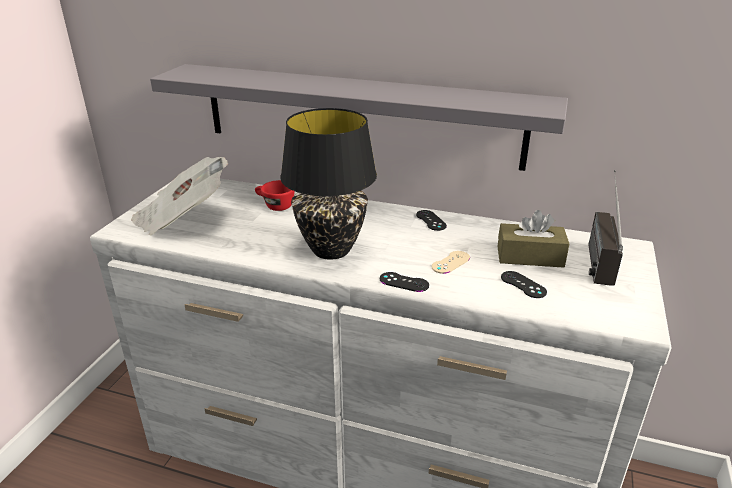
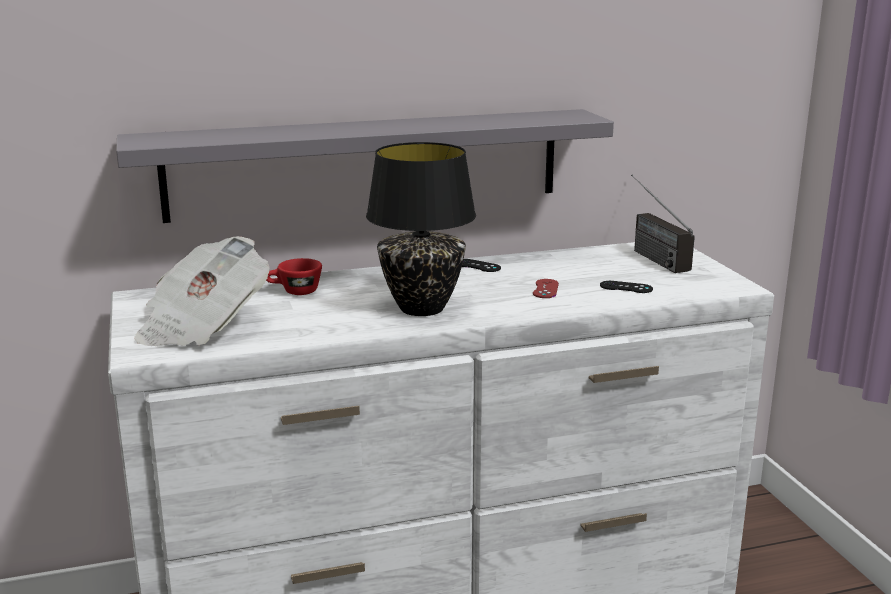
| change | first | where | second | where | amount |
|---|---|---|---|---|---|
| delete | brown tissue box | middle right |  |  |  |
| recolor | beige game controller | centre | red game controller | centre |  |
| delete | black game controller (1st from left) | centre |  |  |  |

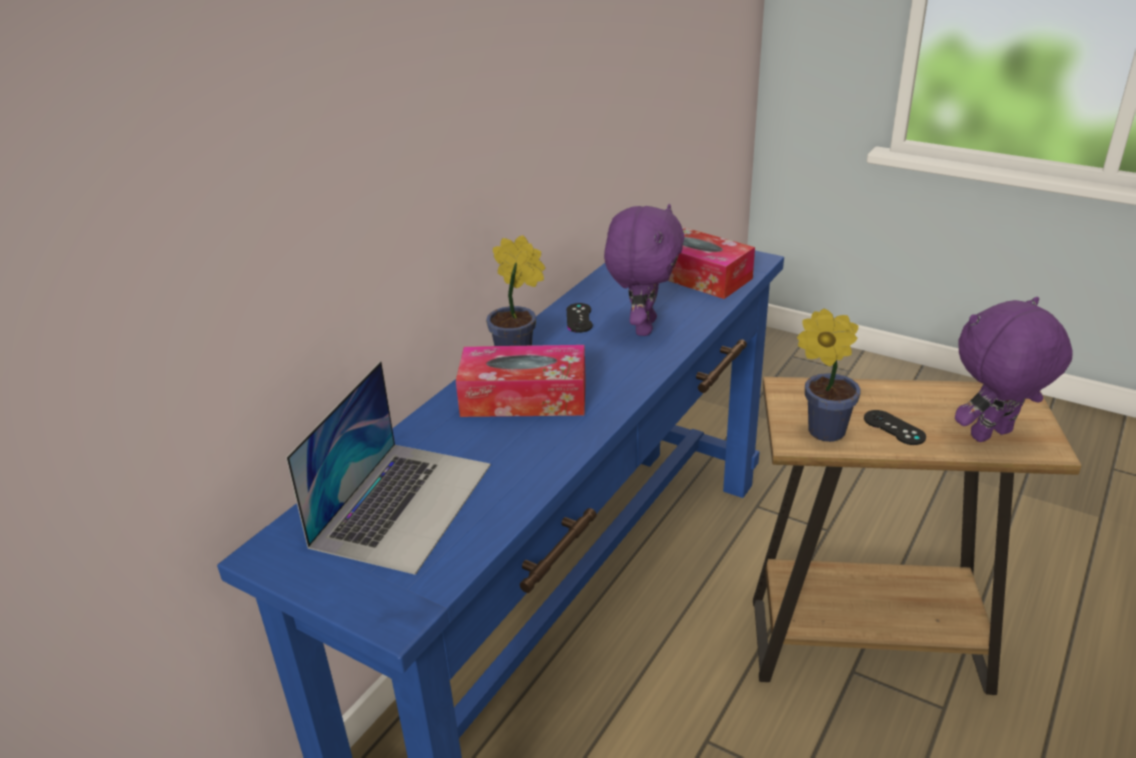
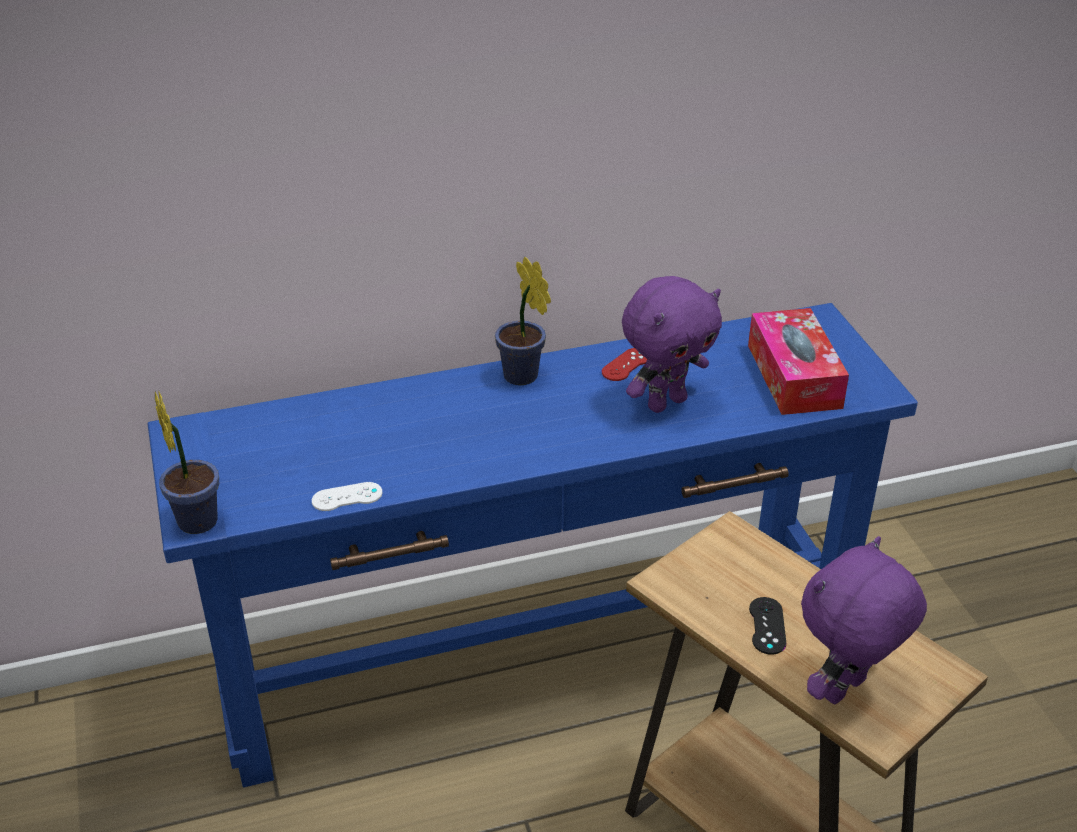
| change | first | where | second | where | amount |
|---|---|---|---|---|---|
| rotate | purple plush toy (2nd from left) | middle right |  | bottom right | 60 degrees counterclockwise |
| recolor | black game controller (1st from left) | centre | red game controller | centre |  |
| move | potted plant (2nd from left in the first image) | middle right | potted plant (1st from left) | middle left |  |
| delete | tissue box (1st from left) | centre |  |  |  |
| delete | laptop | centre |  |  |  |
| insert |  |  | white game controller | middle left |  |

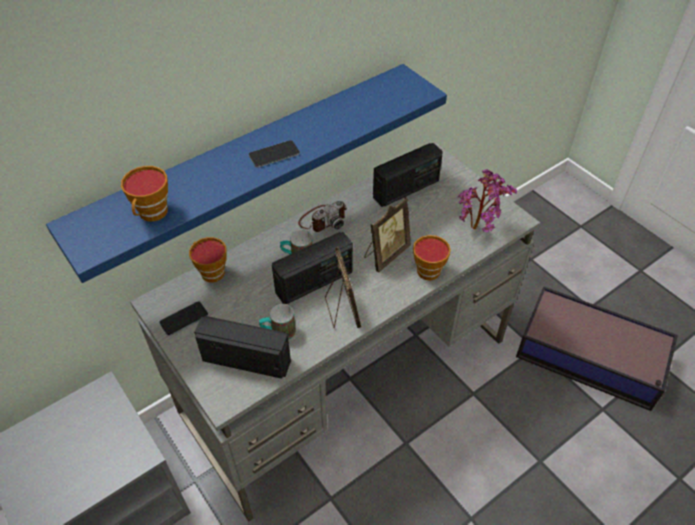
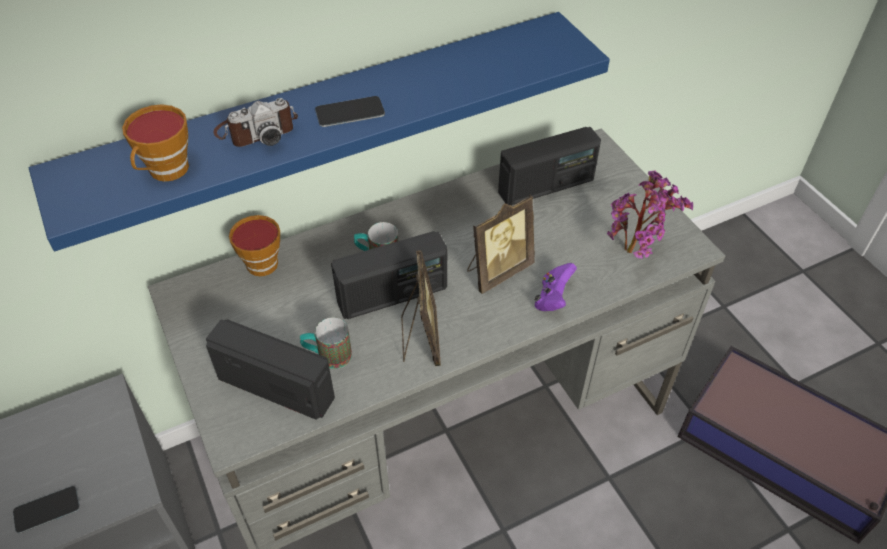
| change | first | where | second | where | amount |
|---|---|---|---|---|---|
| move | photo camera | centre |  | top left |  |
| replace | cup (3rd from left) | centre | purple game controller | centre |  |
| move | phone (1st from left) | middle left |  | bottom left |  |

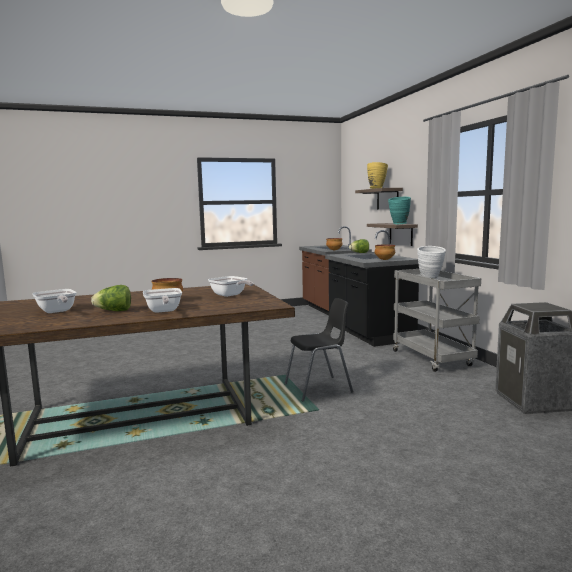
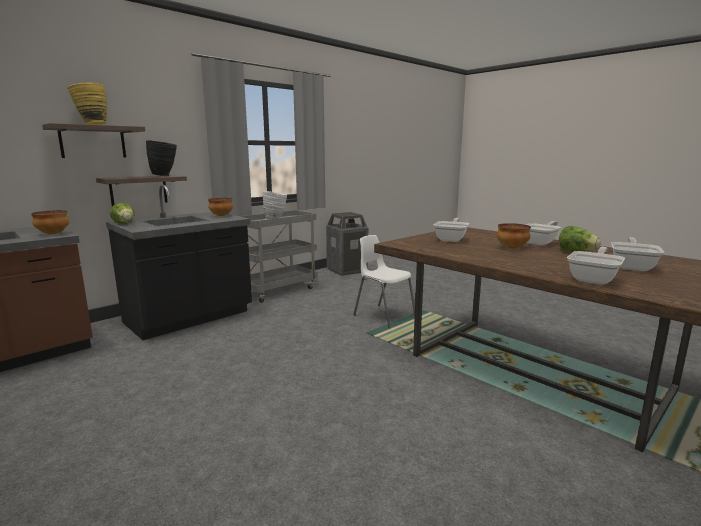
| change | first | where | second | where | amount |
|---|---|---|---|---|---|
| recolor | turquoise vase | middle right | black vase | top left |  |
| recolor | black chair | centre | white chair | centre |  |
| insert |  |  | frying pan (3rd from left) | middle right |  |

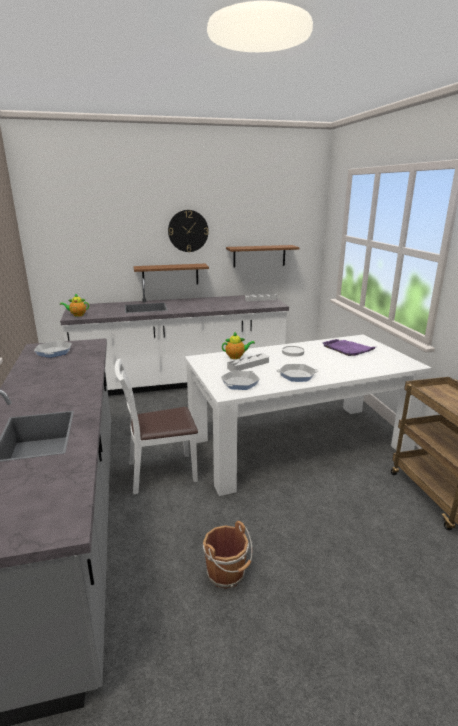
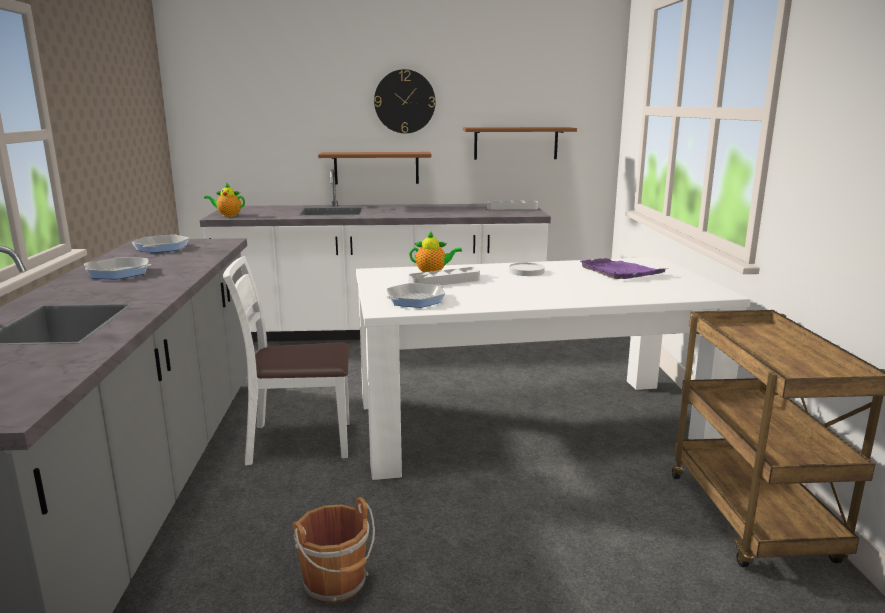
| change | first | where | second | where | amount |
|---|---|---|---|---|---|
| move | frying pan (3rd from left in the first image) | centre | frying pan (1st from left) | middle left |  |

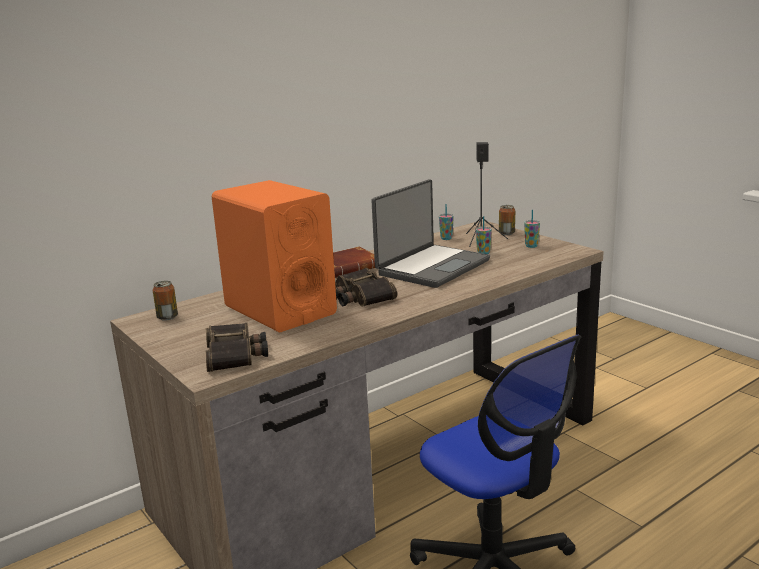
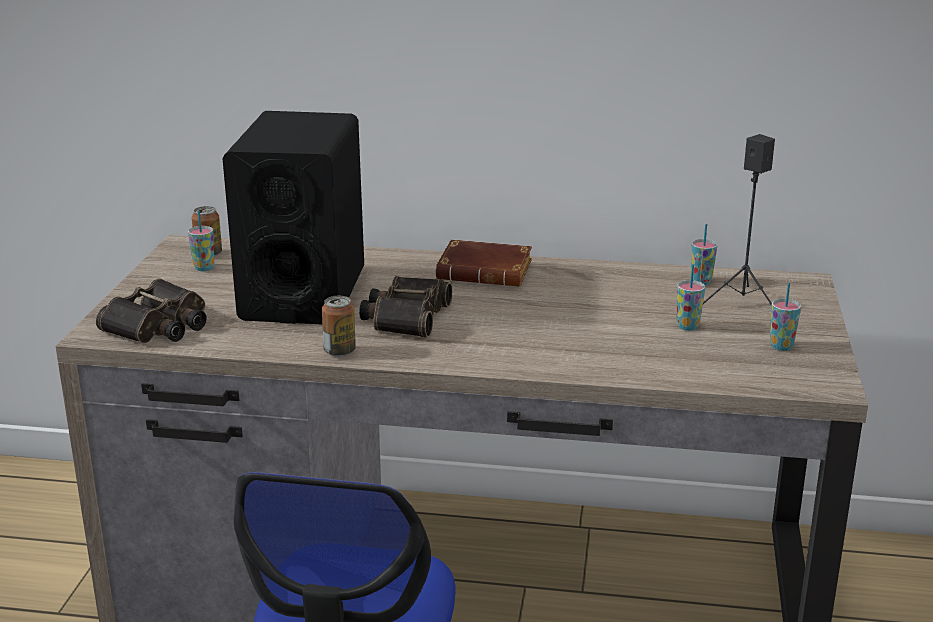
| change | first | where | second | where | amount |
|---|---|---|---|---|---|
| delete | laptop | centre |  |  |  |
| recolor | orange speaker | centre | black speaker (1st from left) | middle left |  |
| move | can (2nd from left) | middle right |  | centre |  |
| insert |  |  | cup (1st from left) | middle left |  |

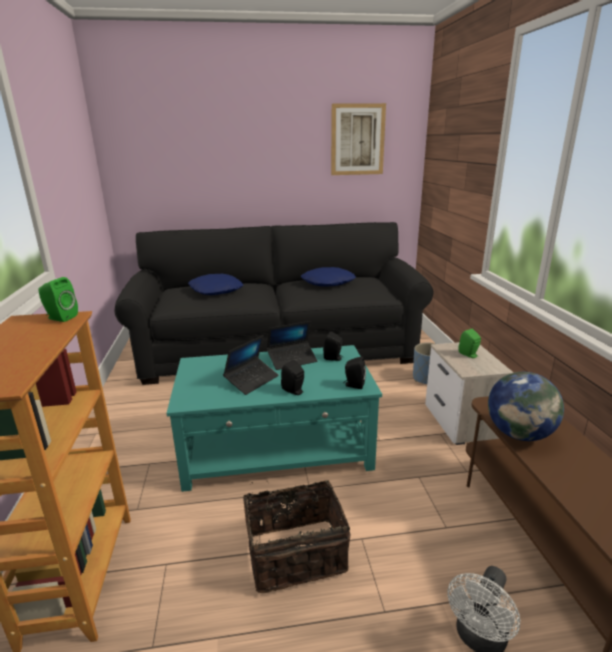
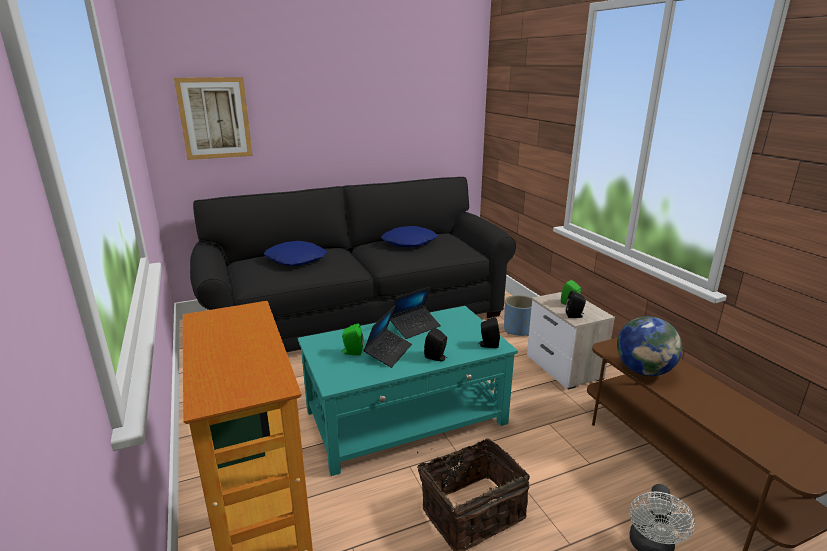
| change | first | where | second | where | amount |
|---|---|---|---|---|---|
| move | picture | top centre |  | top left |  |
| move | green speaker (1st from left) | middle left |  | centre |  |
| move | black speaker (2nd from left in the first image) | centre | black speaker (3rd from left) | middle right |  |

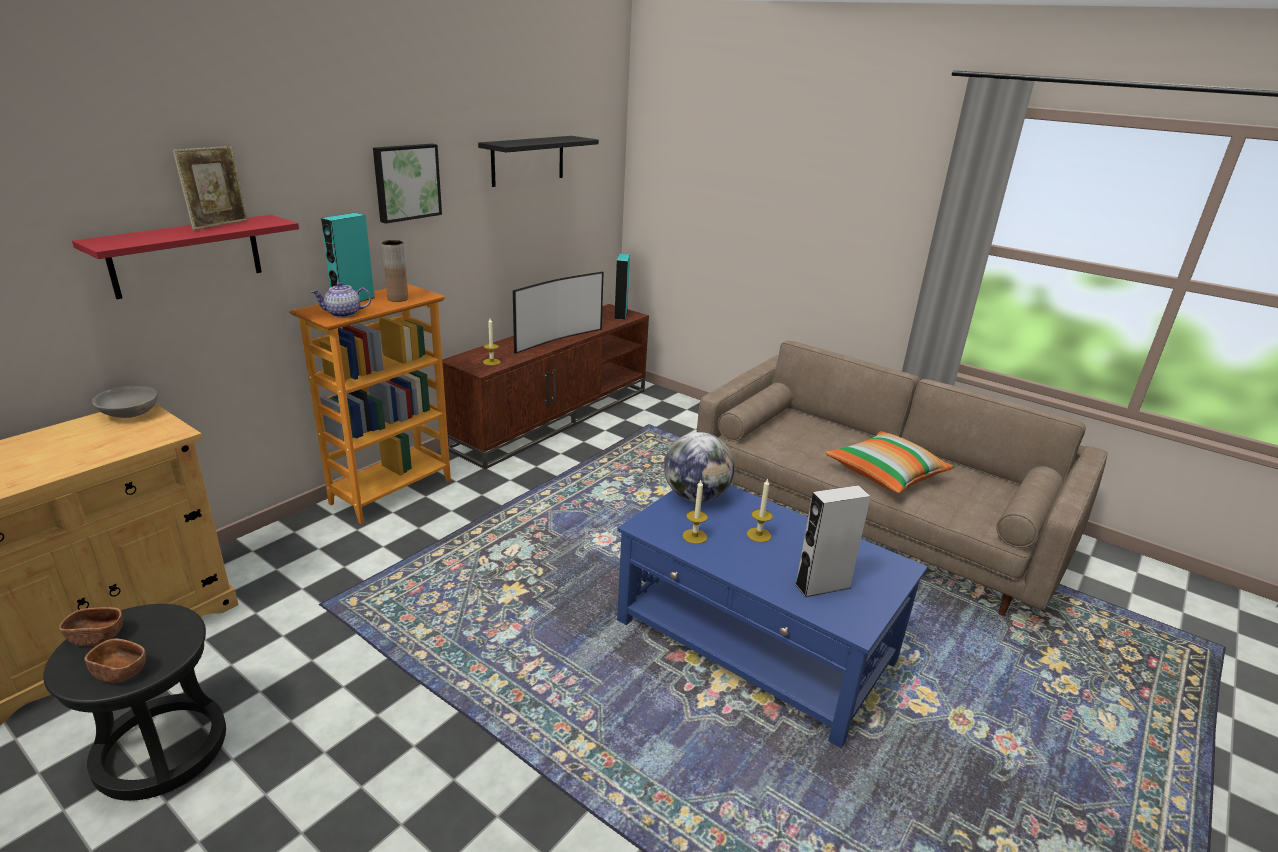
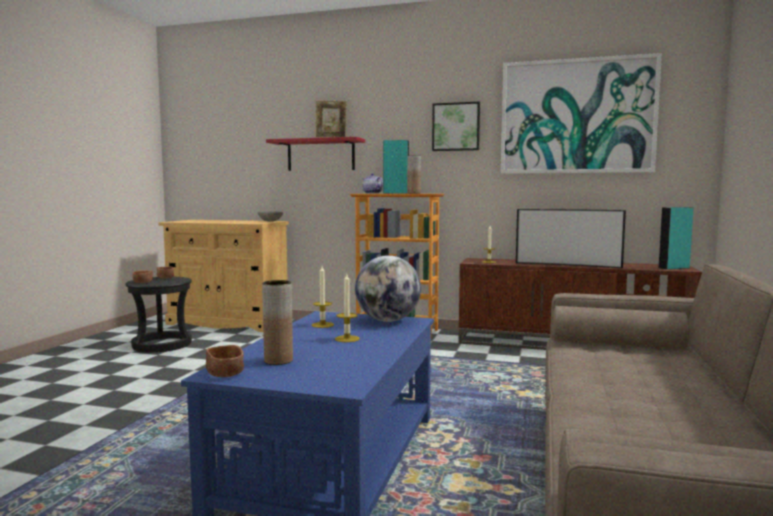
| change | first | where | second | where | amount |
|---|---|---|---|---|---|
| replace | black shelf | top centre | picture (2nd from left) | top right |  |
| delete | pillow | middle right |  |  |  |
| replace | grey speaker | centre | brown vase (1st from left) | centre |  |
| insert |  |  | brown bowl (3rd from left) | bottom left |  |

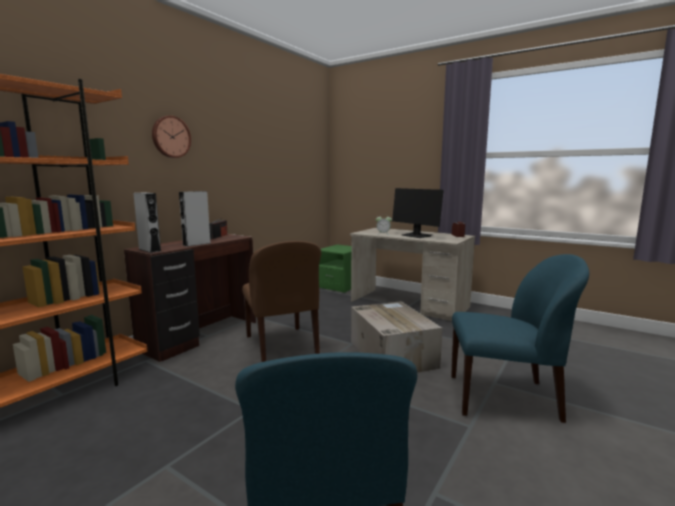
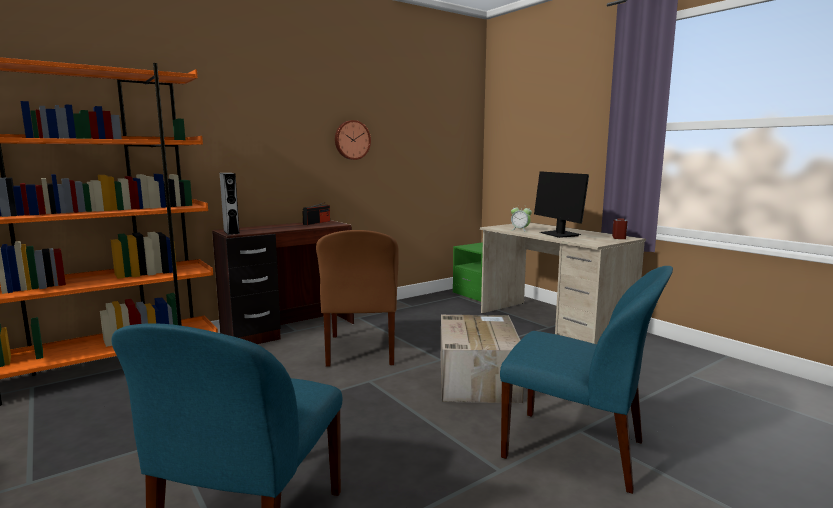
| change | first | where | second | where | amount |
|---|---|---|---|---|---|
| move | wall clock | top left |  | top centre |  |
| delete | grey speaker (2nd from left) | middle left |  |  |  |

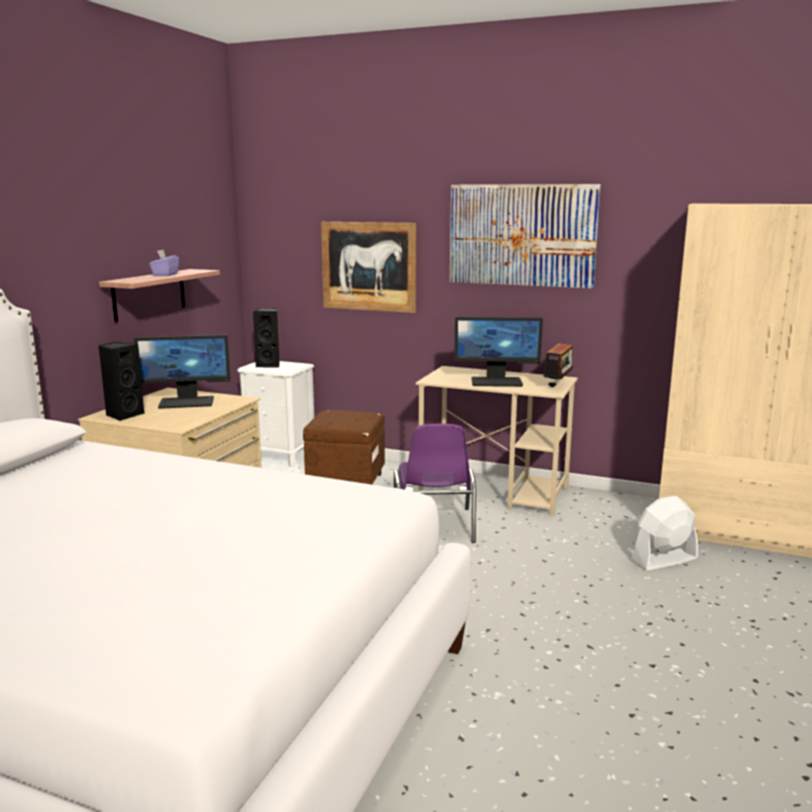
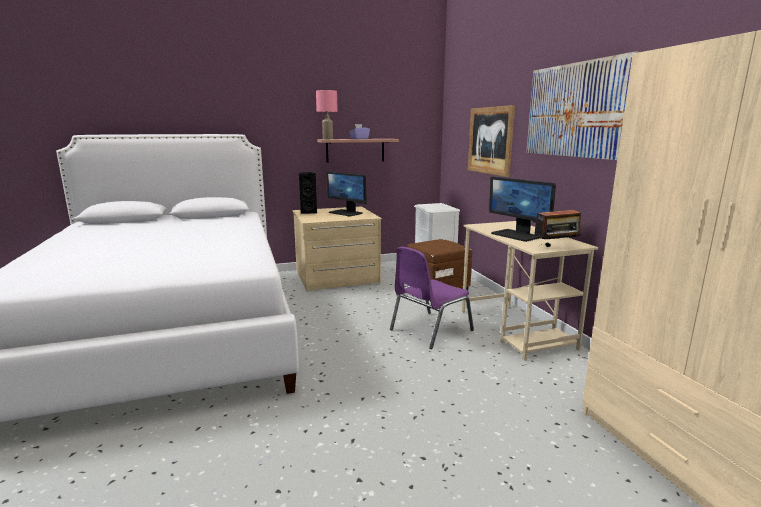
| change | first | where | second | where | amount |
|---|---|---|---|---|---|
| delete | black speaker (2nd from left) | middle left |  |  |  |
| delete | white fan | middle right |  |  |  |
| insert |  |  | pink table lamp | top centre |  |

